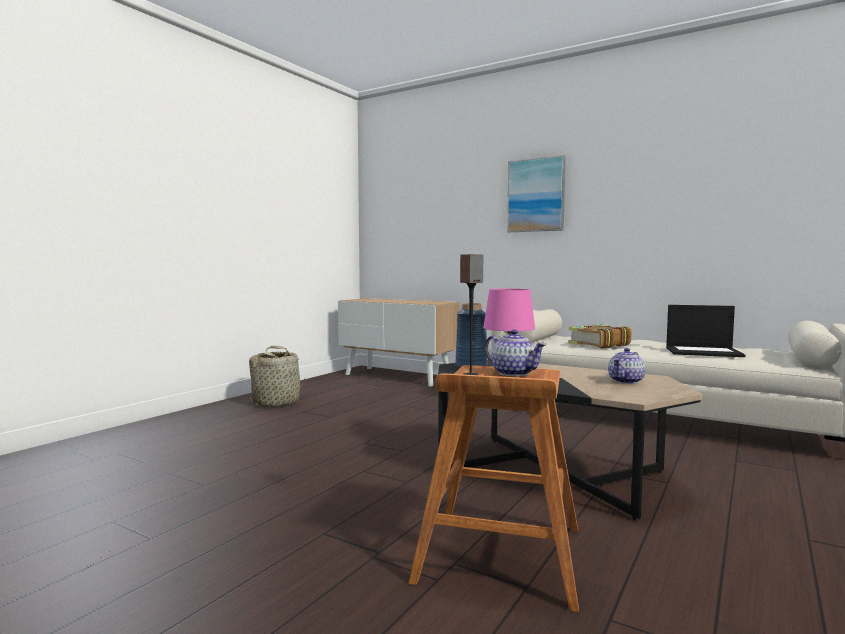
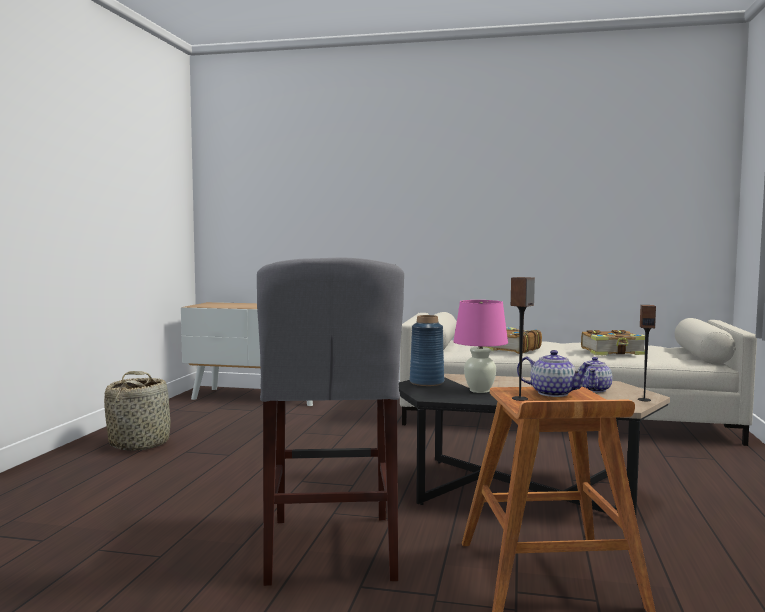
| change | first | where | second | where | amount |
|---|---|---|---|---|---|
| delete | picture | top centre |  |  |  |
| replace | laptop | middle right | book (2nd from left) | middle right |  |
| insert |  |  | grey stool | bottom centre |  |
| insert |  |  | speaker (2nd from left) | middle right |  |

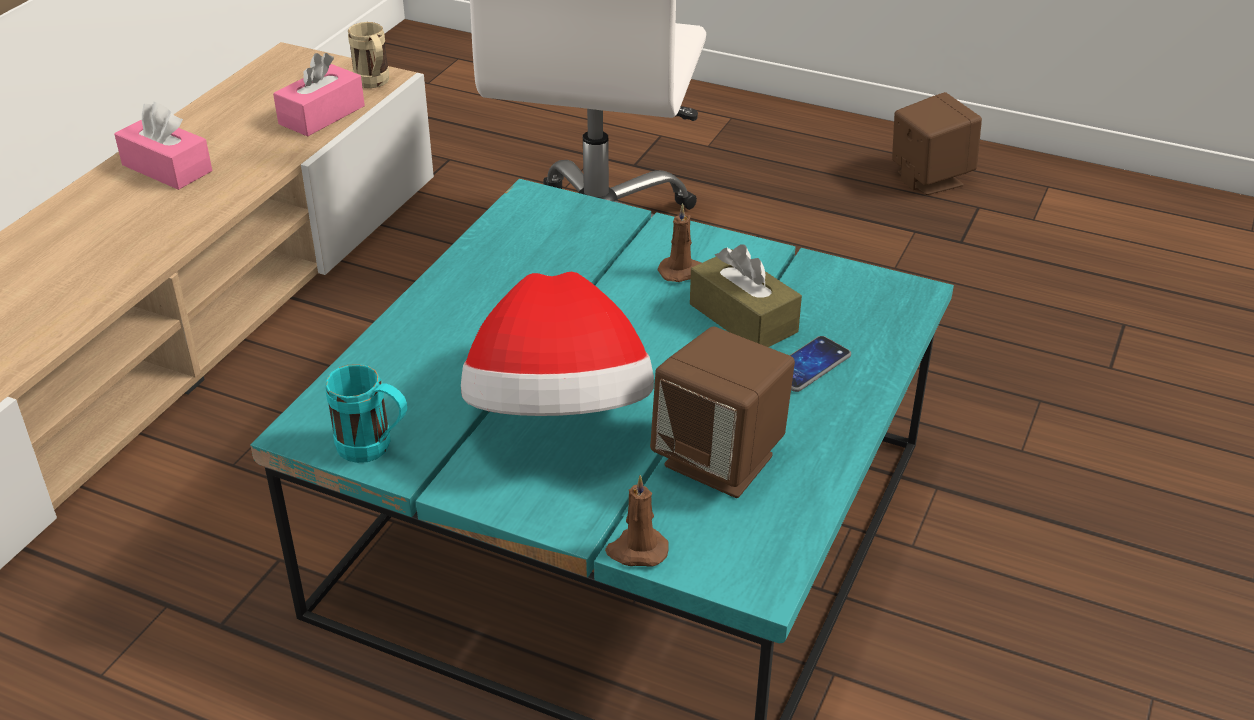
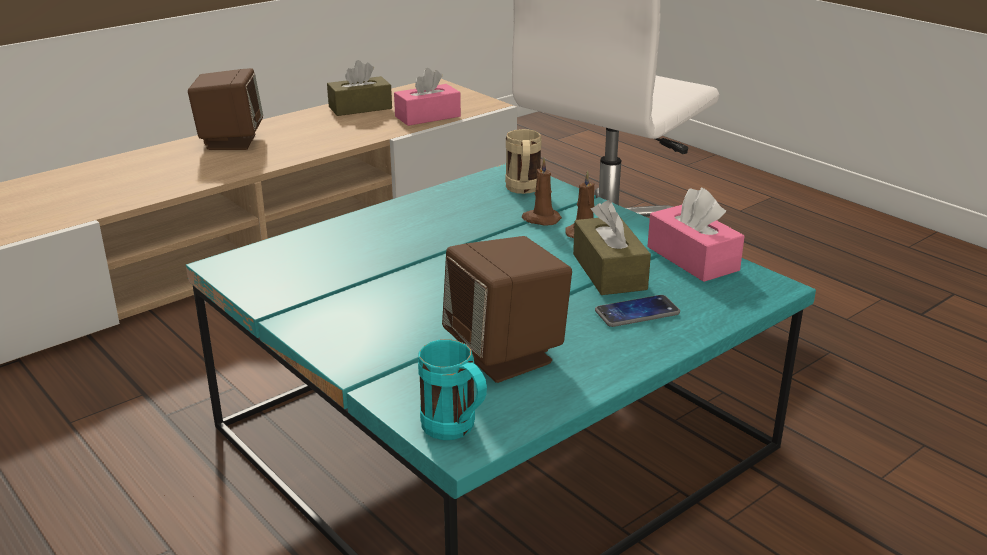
| change | first | where | second | where | amount |
|---|---|---|---|---|---|
| move | beige mug | top left |  | top centre |  |
| move | brown speaker (2nd from left in the first image) | top right | brown speaker (1st from left) | top left |  |
| move | pink tissue box (1st from left in the first image) | top left | pink tissue box (2nd from left) | middle right |  |
| delete | hat | centre |  |  |  |
| move | turquoise mug | middle left |  | bottom centre |  |
| move | brown candle (1st from left) | bottom centre |  | centre |  |
| insert |  |  | brown tissue box (1st from left) | top centre |  |

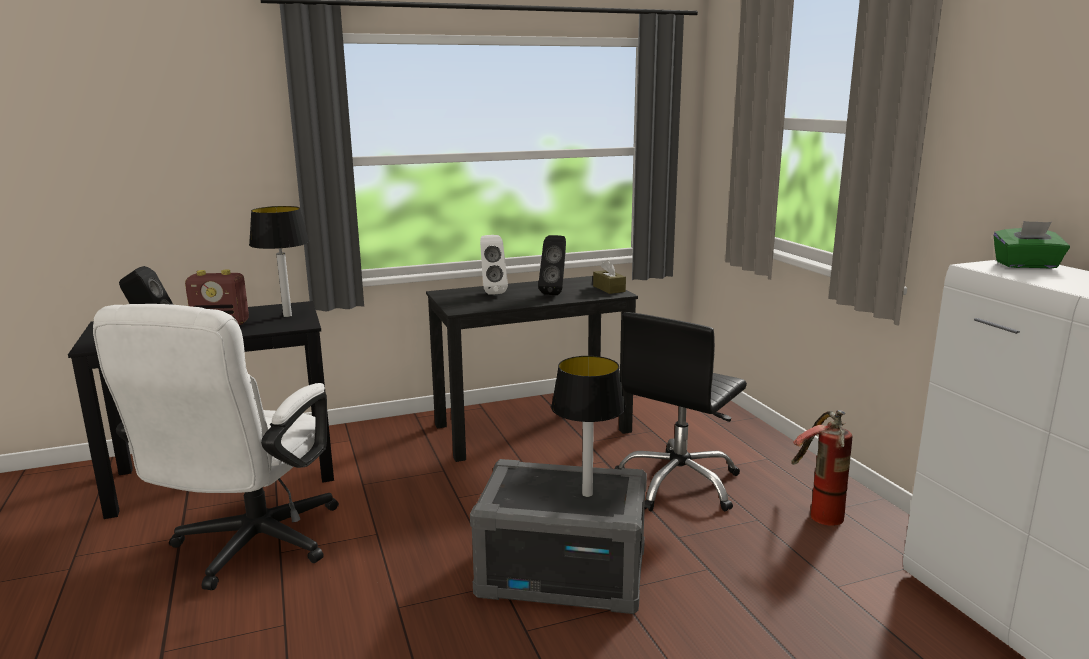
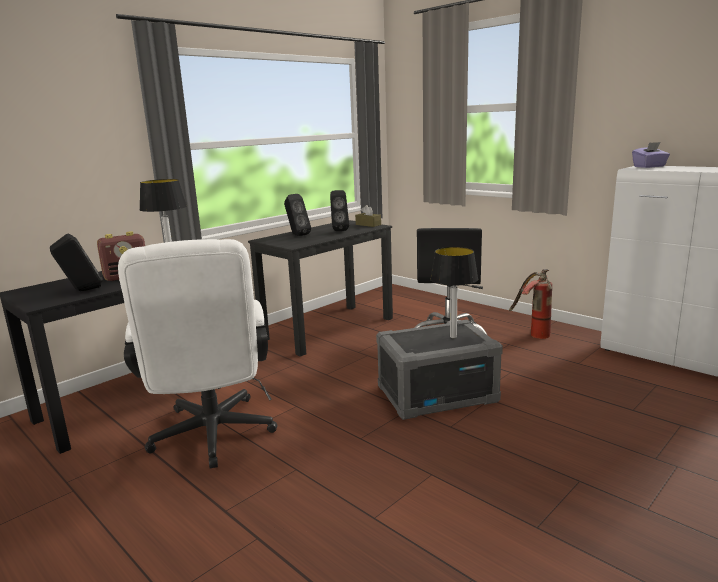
| change | first | where | second | where | amount |
|---|---|---|---|---|---|
| recolor | green tissue box | middle right | purple tissue box | top right |  |
| recolor | white speaker | centre | black speaker (2nd from left) | centre |  |

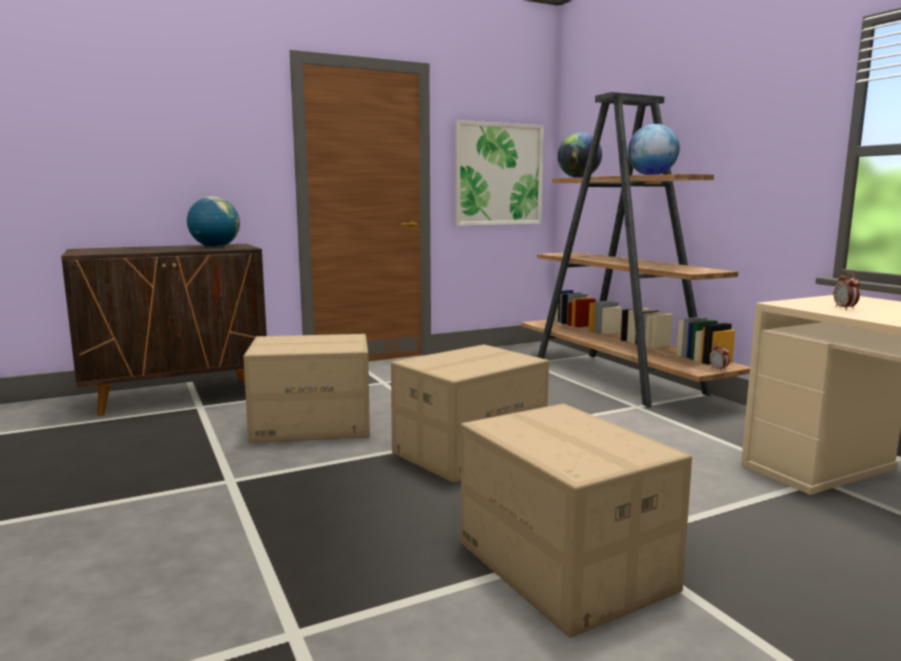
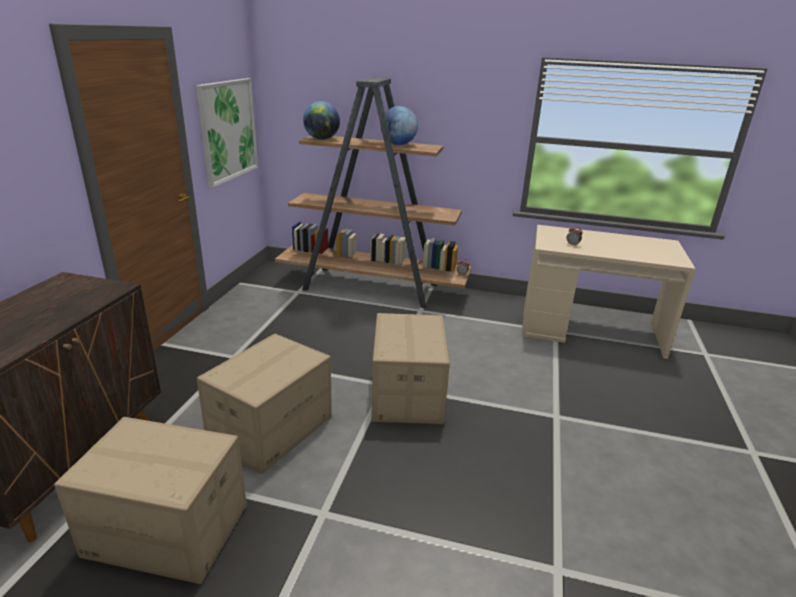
| change | first | where | second | where | amount |
|---|---|---|---|---|---|
| delete | globe (1st from left) | middle left |  |  |  |
| move | cardboard box (3rd from left in the first image) | bottom centre | cardboard box (1st from left) | bottom left |  |

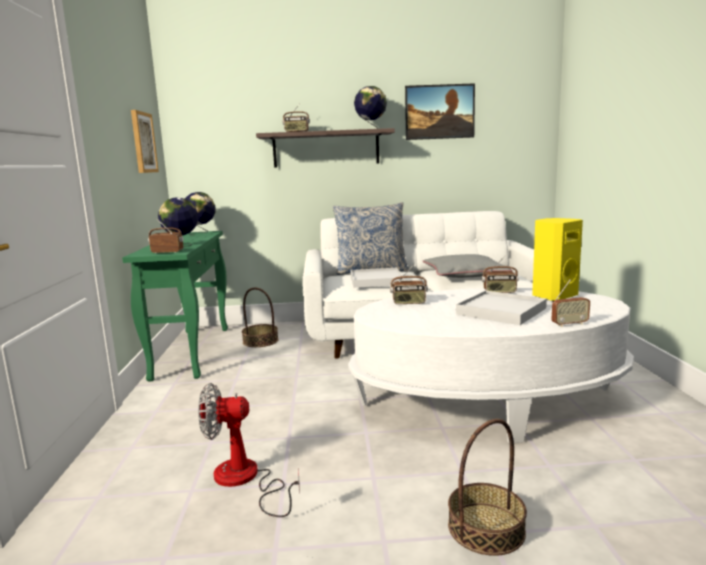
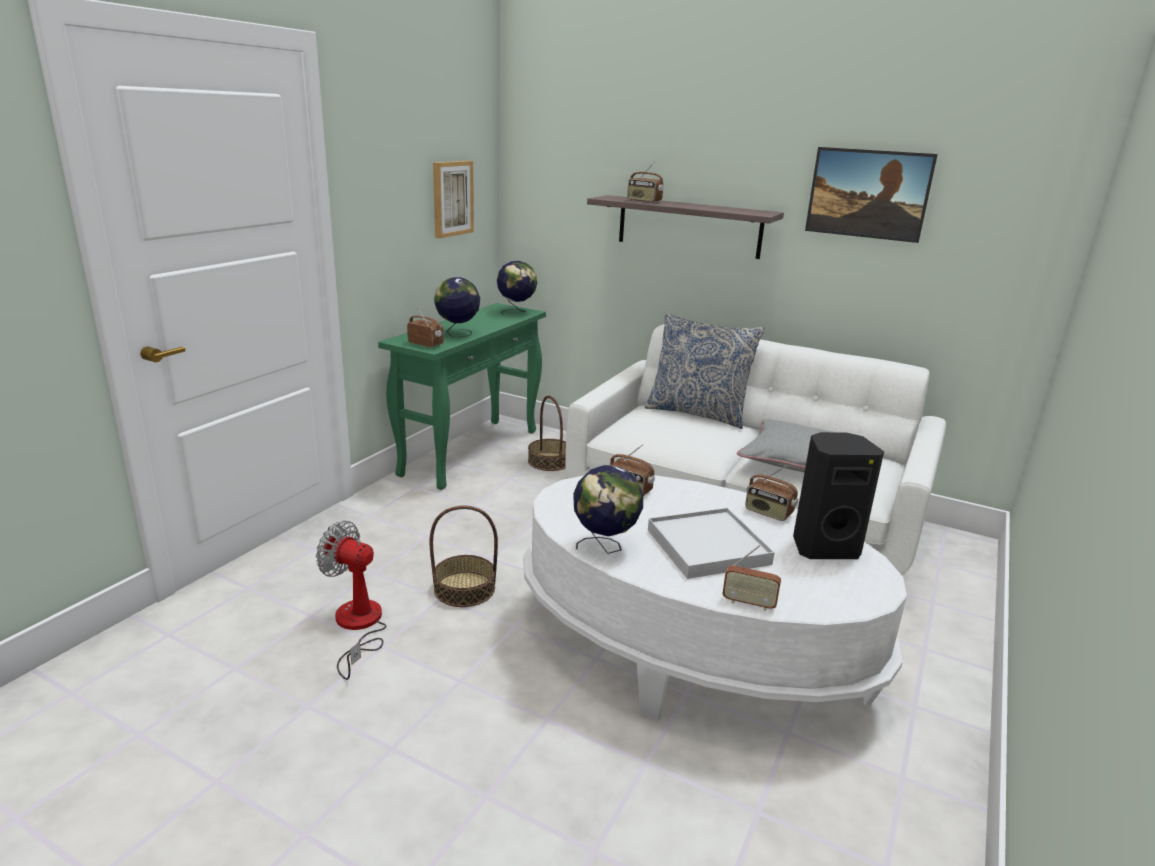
| change | first | where | second | where | amount |
|---|---|---|---|---|---|
| move | globe (3rd from left) | top centre |  | centre |  |
| recolor | yellow speaker | middle right | black speaker | middle right |  |
| delete | white tray (1st from left) | centre |  |  |  |
| move | basket (2nd from left in the first image) | bottom right | basket (1st from left) | centre |  |

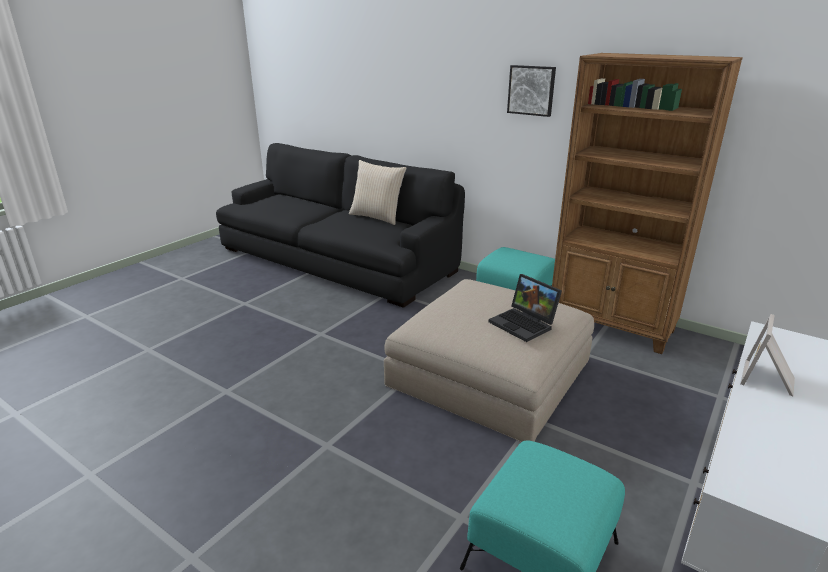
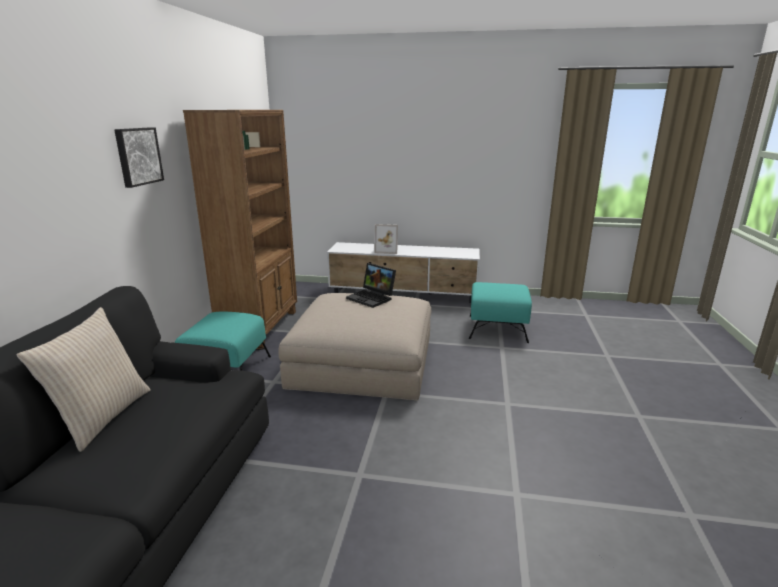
| change | first | where | second | where | amount |
|---|---|---|---|---|---|
| rotate | laptop | centre |  | centre | 105 degrees clockwise |

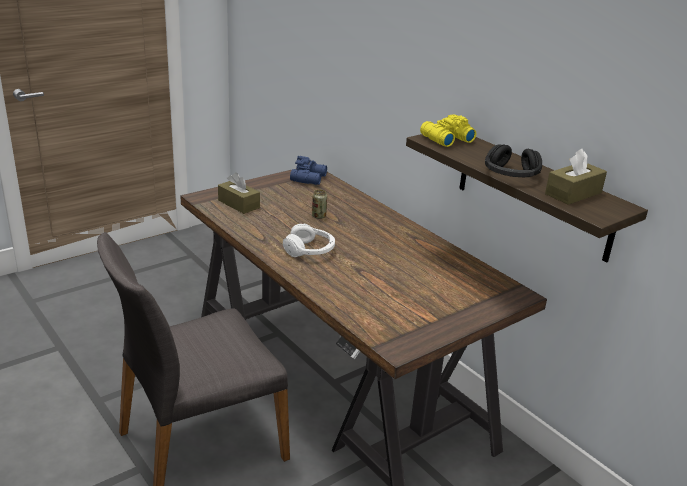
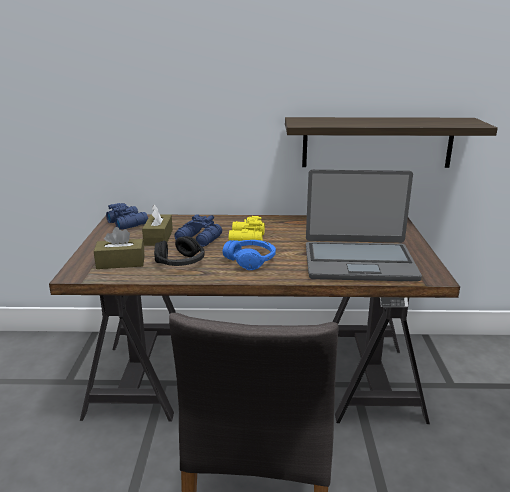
| change | first | where | second | where | amount |
|---|---|---|---|---|---|
| move | yellow binoculars | top centre |  | centre |  |
| move | black headphones | top right |  | centre |  |
| move | brown tissue box (2nd from left) | middle right |  | middle left |  |
| replace | can | centre | blue binoculars (2nd from left) | centre |  |
| recolor | white headphones | centre | blue headphones | centre |  |
| insert |  |  | laptop | middle right |  |

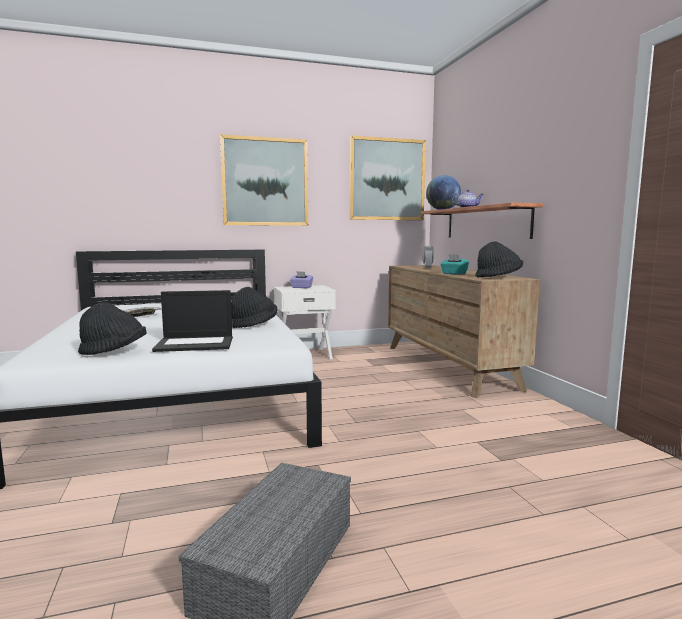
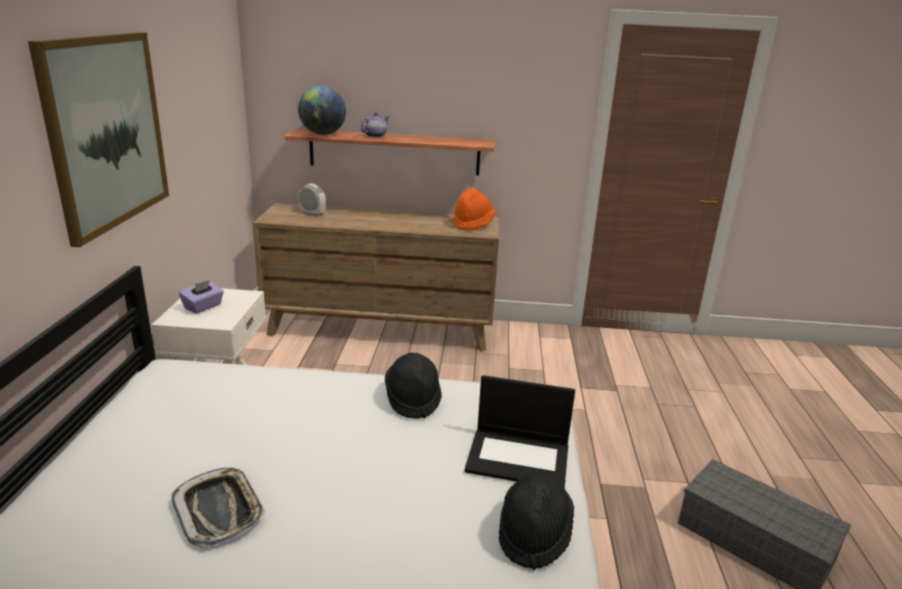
| change | first | where | second | where | amount |
|---|---|---|---|---|---|
| delete | picture (2nd from left) | top centre |  |  |  |
| recolor | black hat (3rd from left) | middle right | orange hat | centre |  |
| delete | turquoise tissue box | centre |  |  |  |
| rotate | laptop | middle left |  | bottom centre | 90 degrees clockwise |

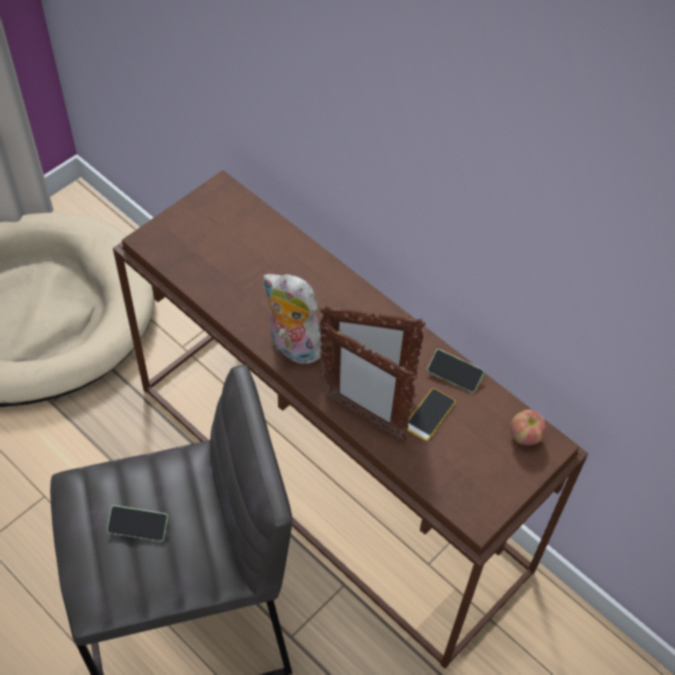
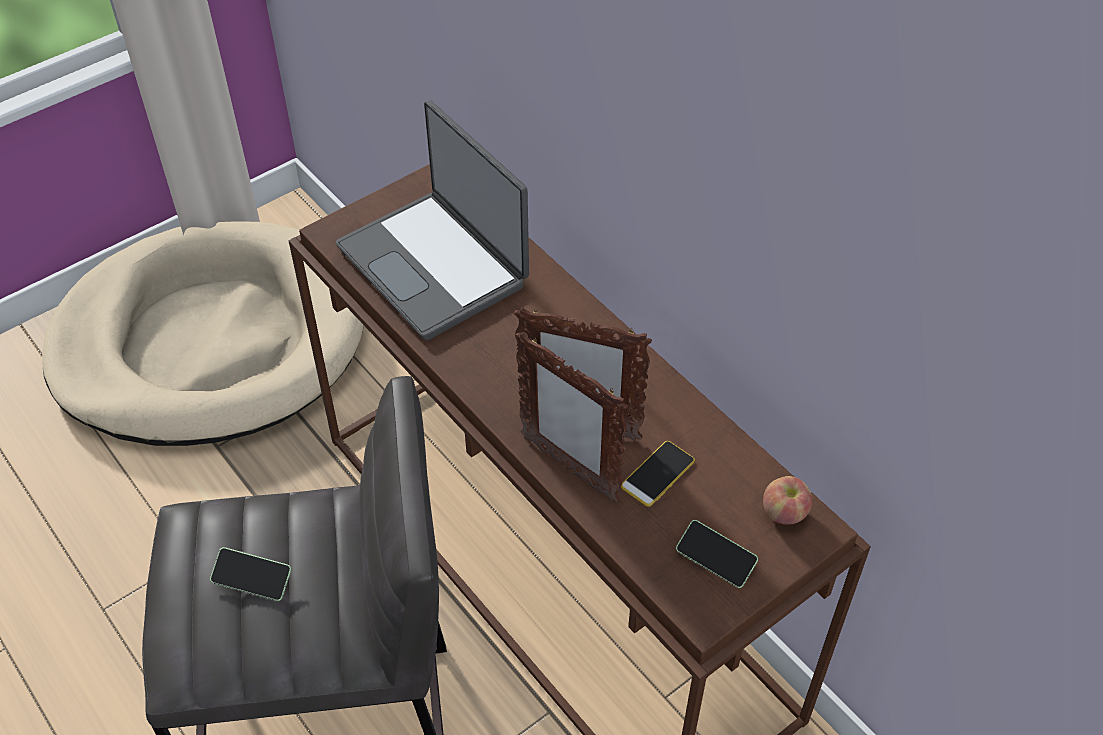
| change | first | where | second | where | amount |
|---|---|---|---|---|---|
| delete | plush toy | centre |  |  |  |
| move | phone (3rd from left) | middle right |  | bottom centre |  |
| insert |  |  | laptop | top centre |  |

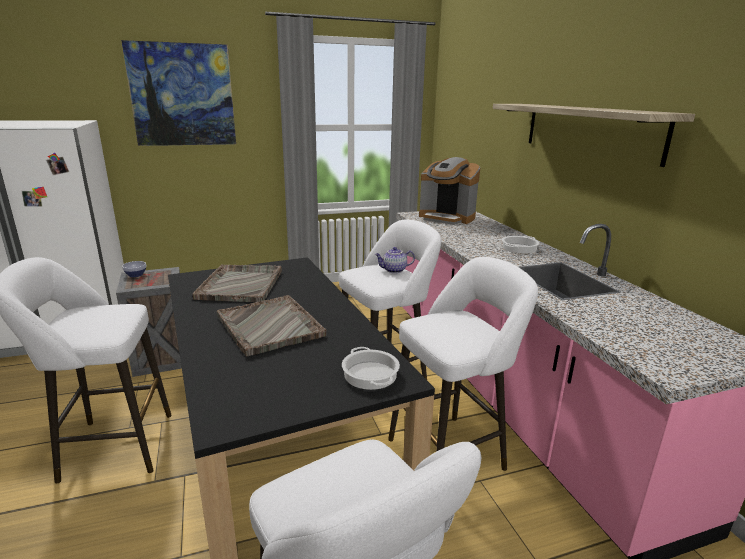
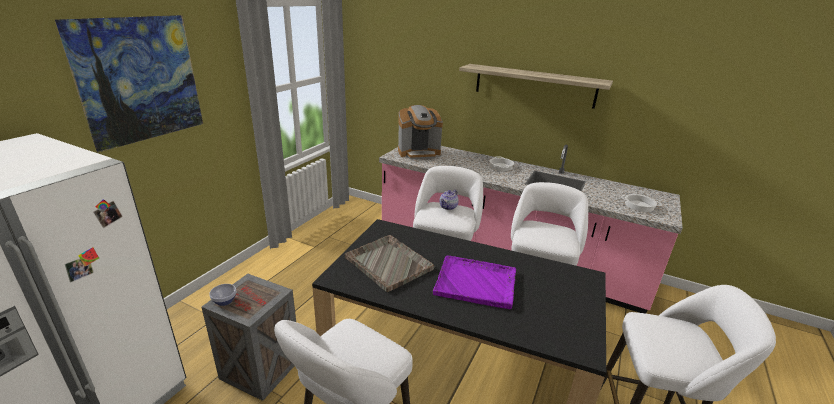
| change | first | where | second | where | amount |
|---|---|---|---|---|---|
| recolor | grey tray (2nd from left) | centre | purple tray | bottom centre |  |
| move | cooking pot (1st from left in the first image) | centre | cooking pot (2nd from left) | middle right |  |

